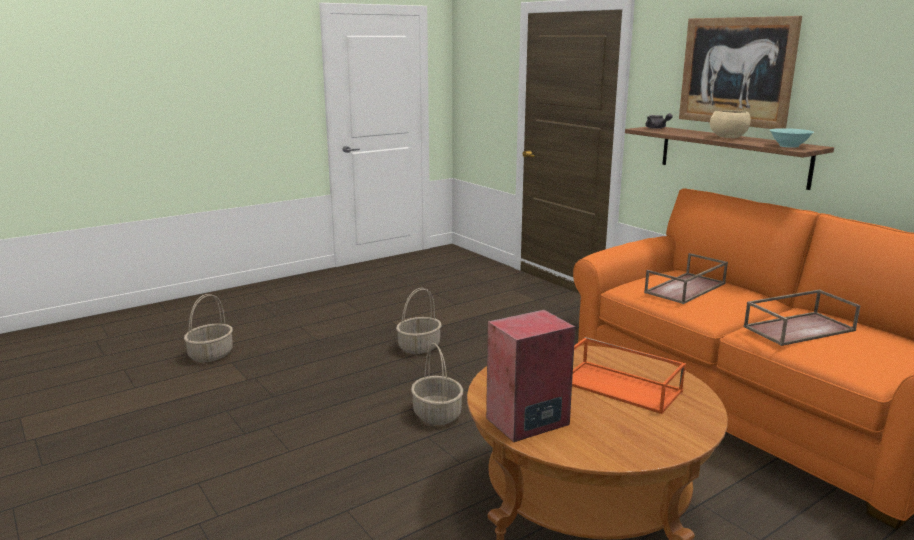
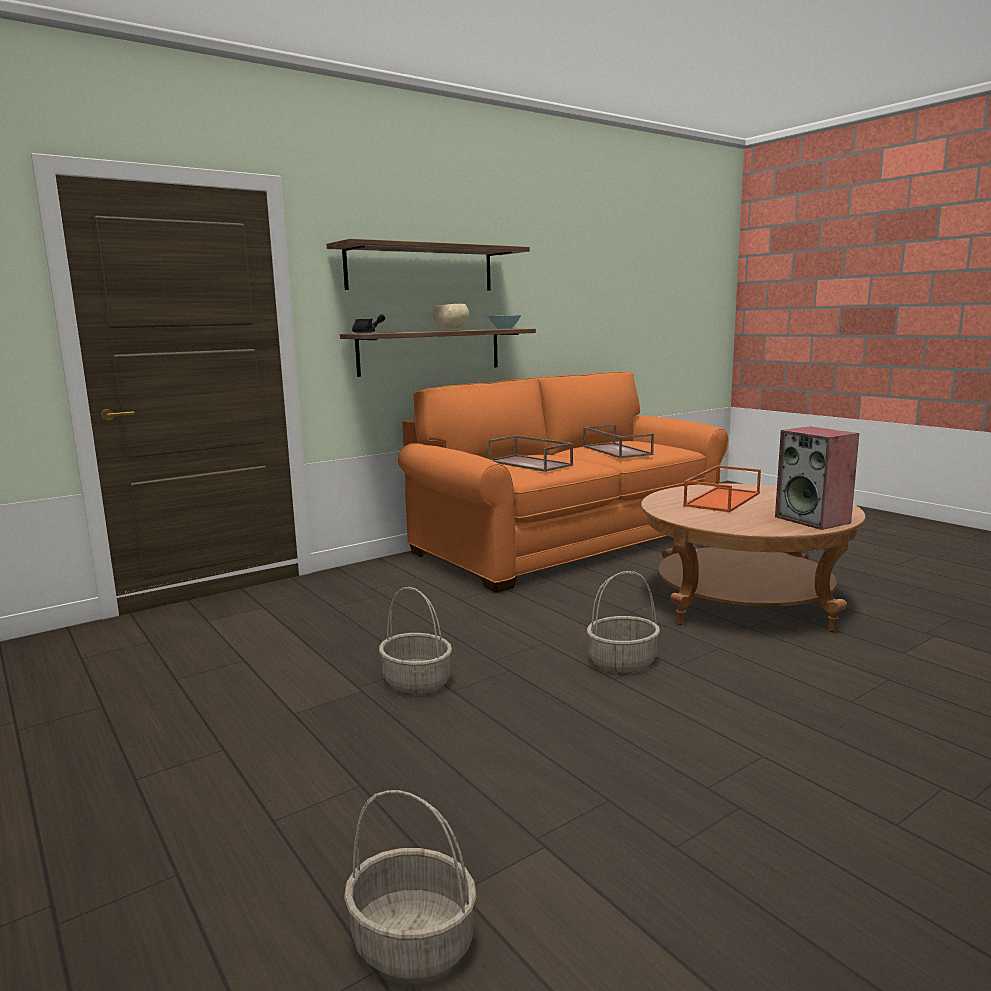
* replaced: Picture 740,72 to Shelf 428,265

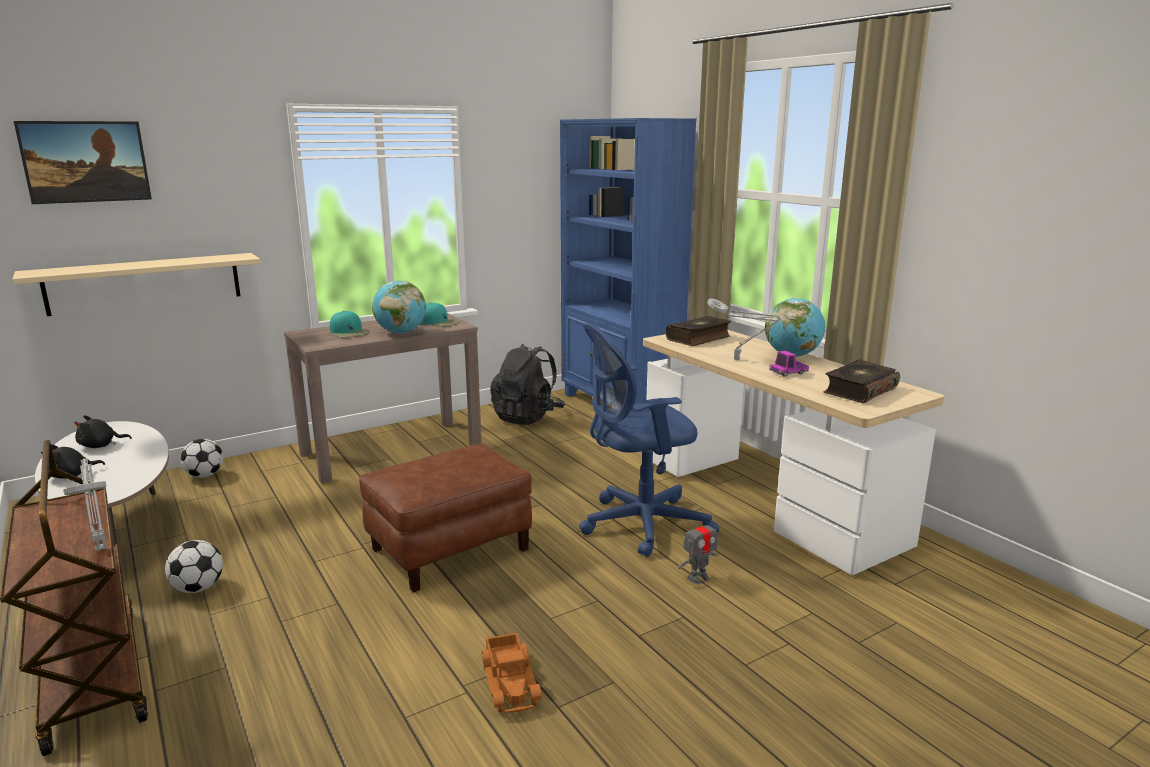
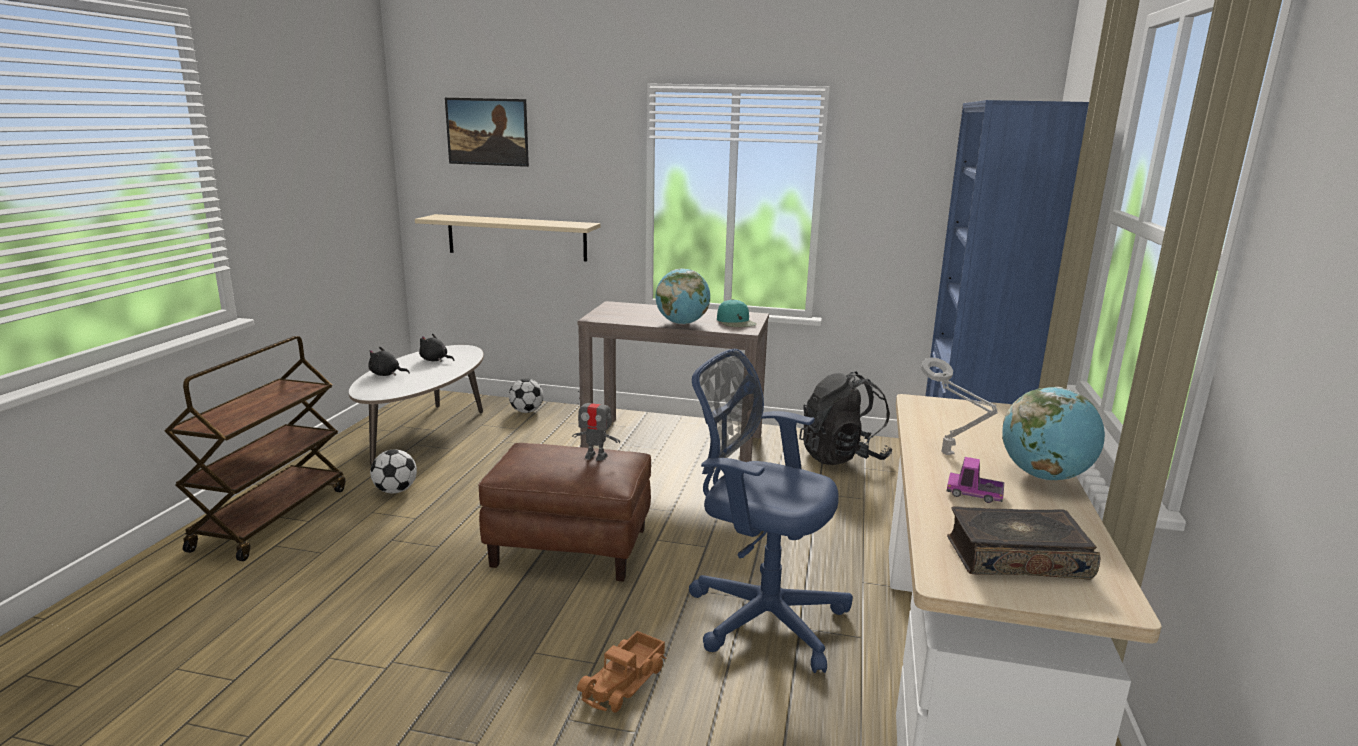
* removed: GreyTableLamp 85,505
* removed: TurquoiseCap 349,324
* moved: ToyTruck 512,673 to 621,672
* removed: Book 698,331
* moved: ToyRobot 698,549 to 596,426

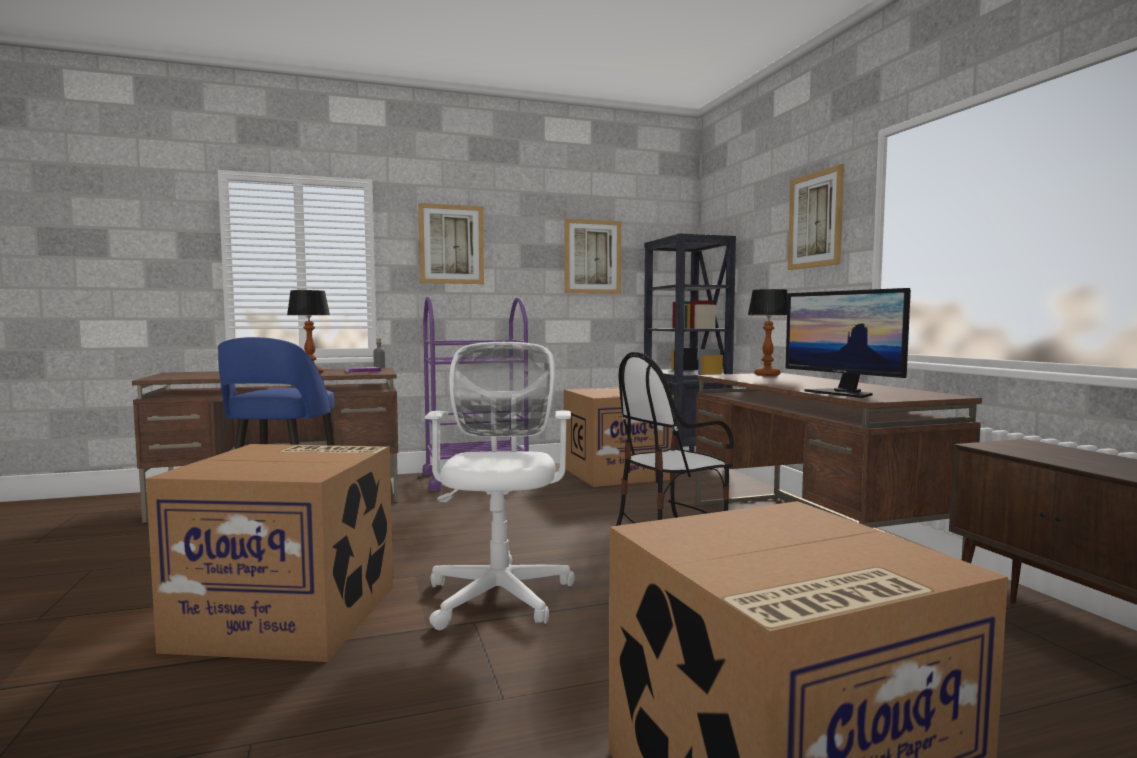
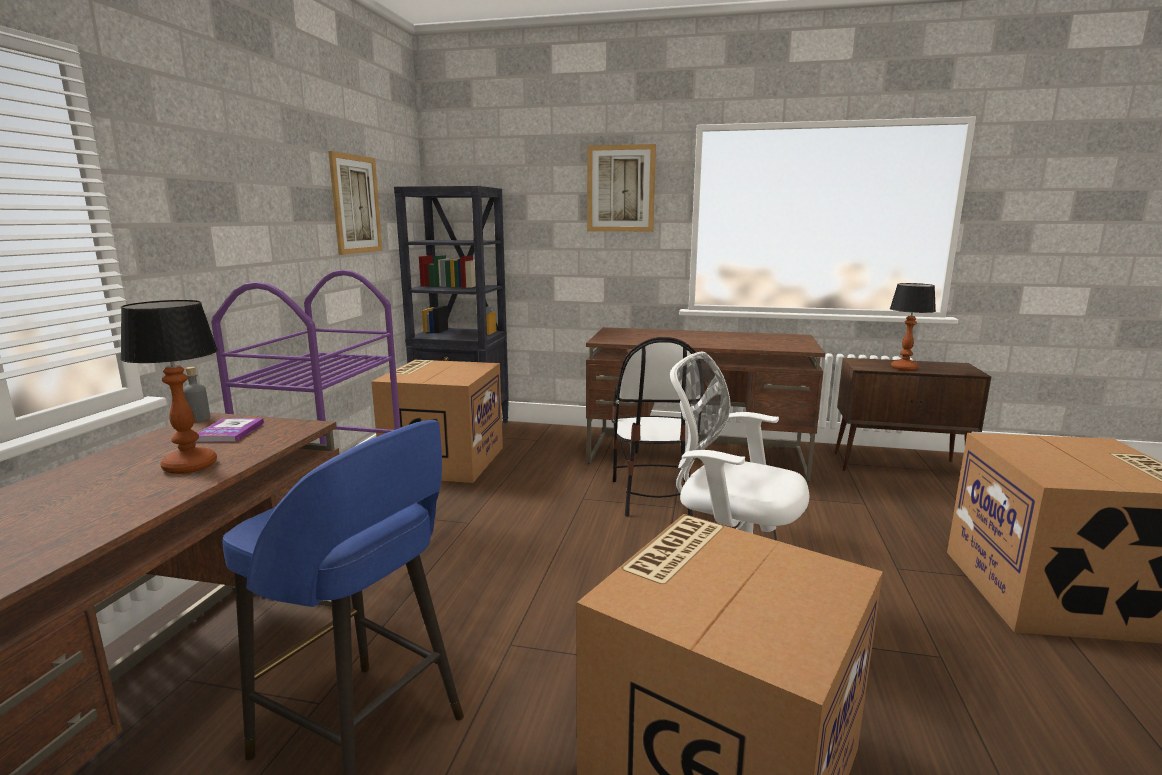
* removed: Picture 451,243
* moved: TableLamp 768,332 to 913,327
* removed: Monitor 848,343

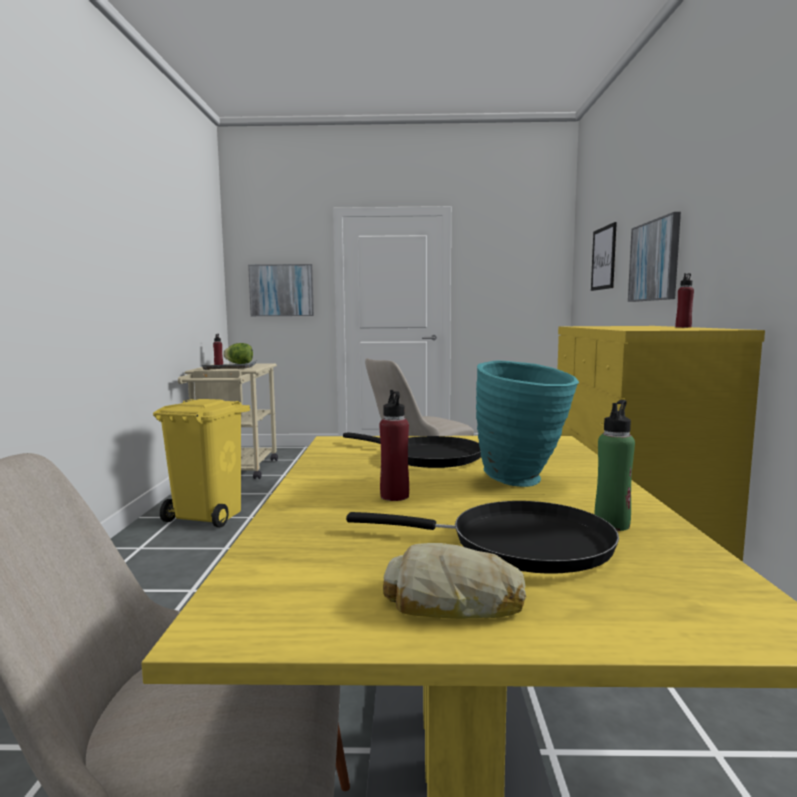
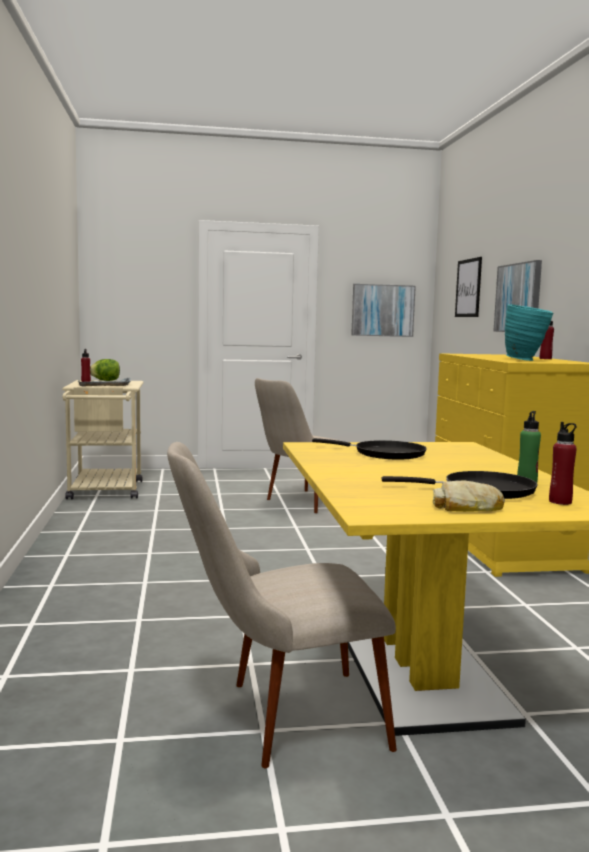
* removed: YellowTrashCan 201,463
* moved: Picture 281,290 to 383,310
* moved: RedBottle 394,445 to 563,463
* moved: TurquoiseVase 527,423 to 529,332

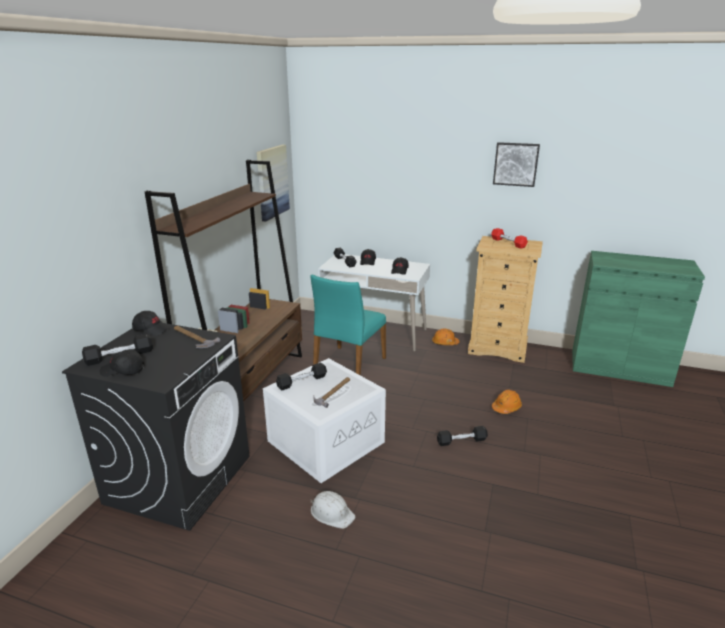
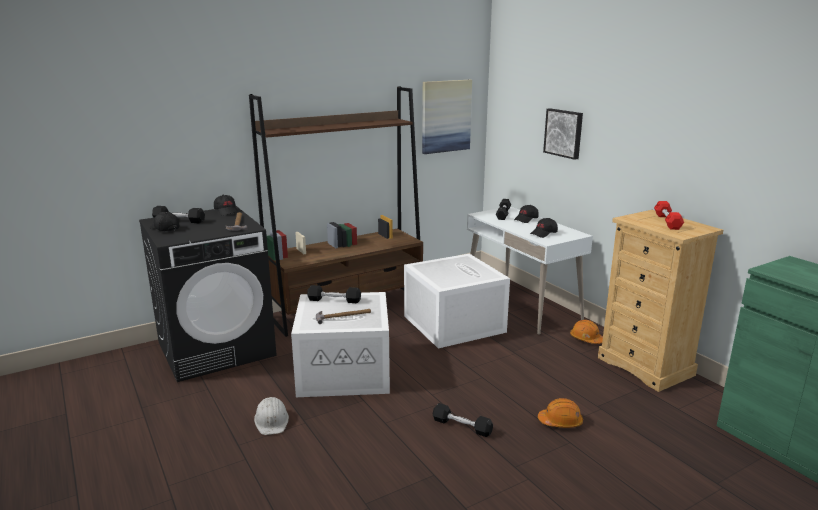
* replaced: TurquoiseChair 348,325 to WhiteStorageBox 457,301
* moved: Picture 516,164 to 563,134

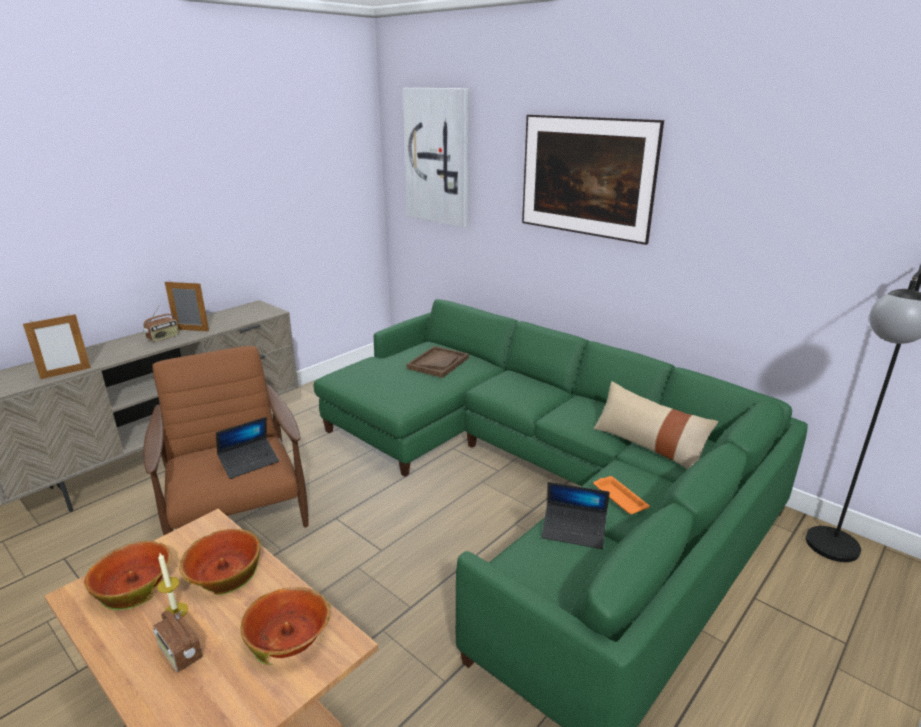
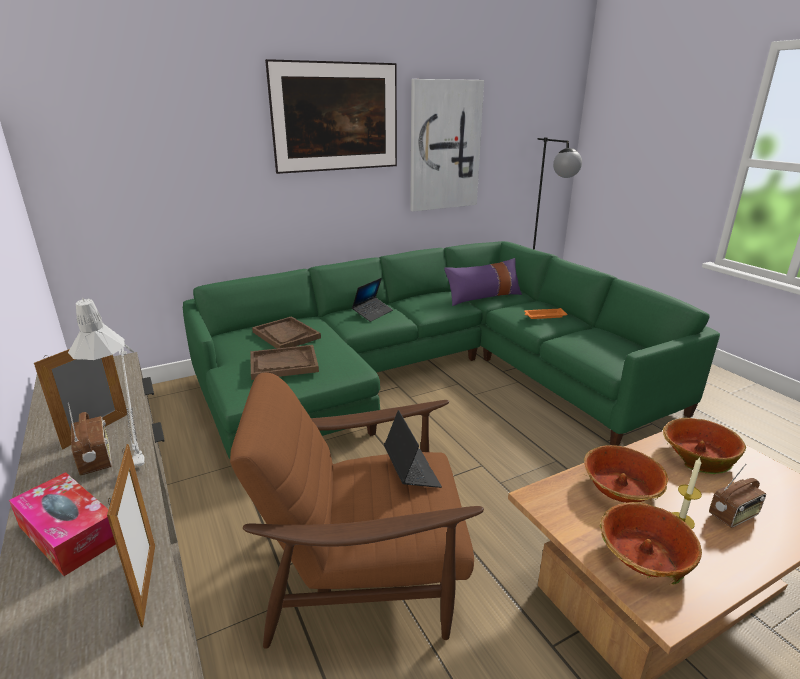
* moved: Picture 436,157 to 447,145
* moved: Laptop 575,515 to 372,300
* recoloured: BeigePillow 656,425 to PurplePillow 483,282
* added: TissueBox 62,524
* added: GreyTableLamp 106,383
* added: BrownTray 285,362

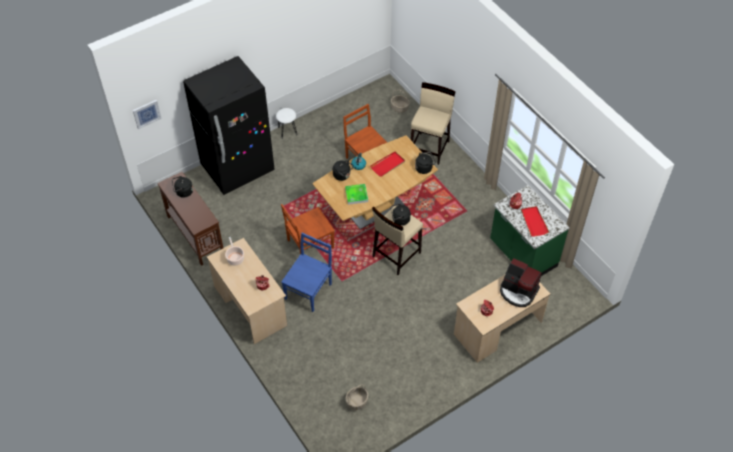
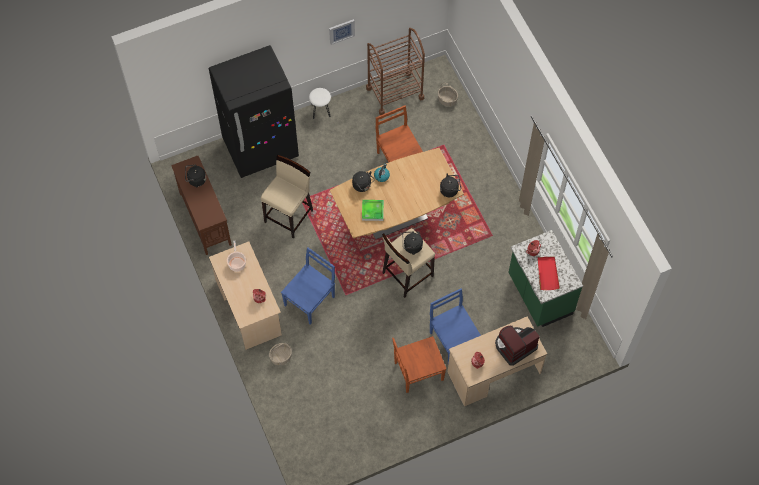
* moved: Picture 147,114 to 342,32
* moved: BrownChair 308,229 to 419,364
* moved: Basket 356,397 to 280,354
* removed: RedTray 387,164
* moved: BeigeStool 433,123 to 287,197
* turned: CoffeeMachine 521,282 = 517,346 105 degrees clockwise
* added: BrownCart 395,71
* added: BlueChair 455,326

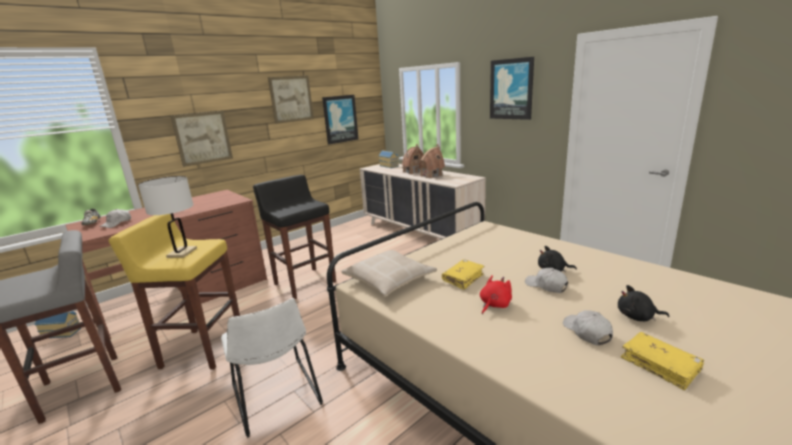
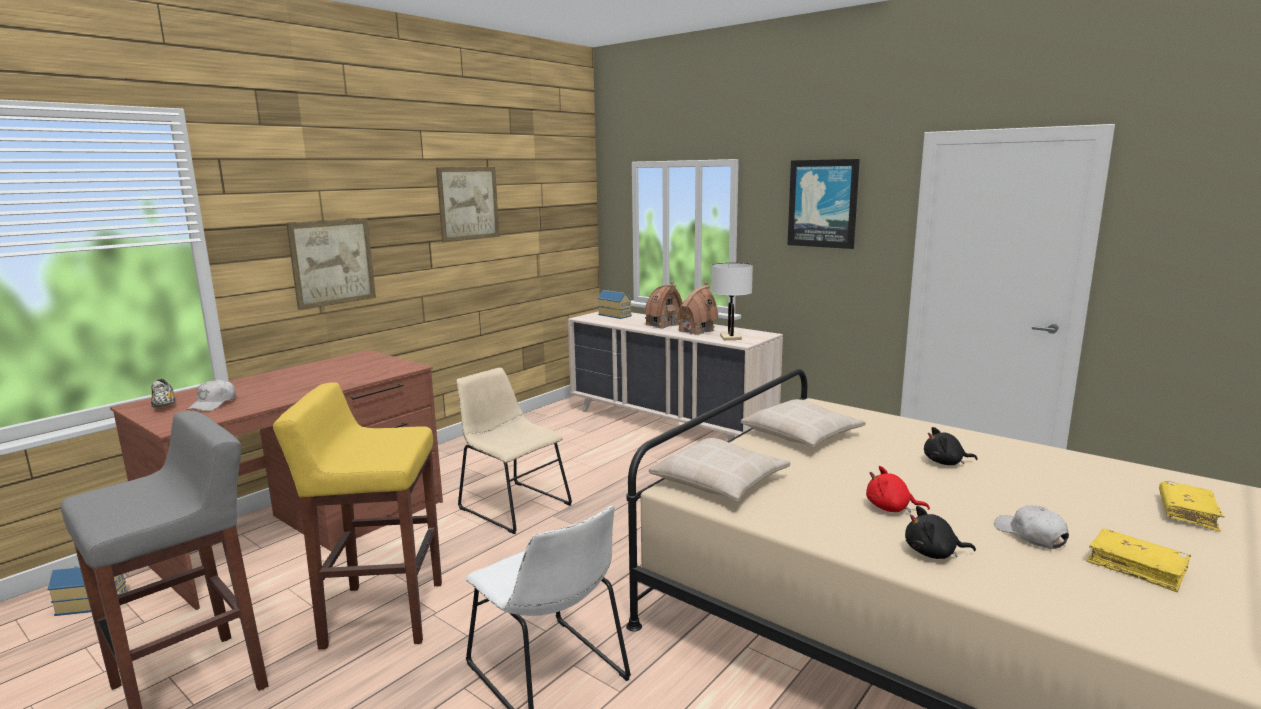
* moved: WhiteTableLamp 167,217 to 732,301
* replaced: BlackStool 294,237 to BeigeChair 514,451
* removed: Picture 340,120
* moved: YellowBook 463,274 to 1191,506
* turned: RedPlushToy 496,294 = 898,489 105 degrees counterclockwise
* removed: WhiteCap 546,280
* moved: BlackPlushToy 643,303 to 940,532
* added: BeigePillow 803,423

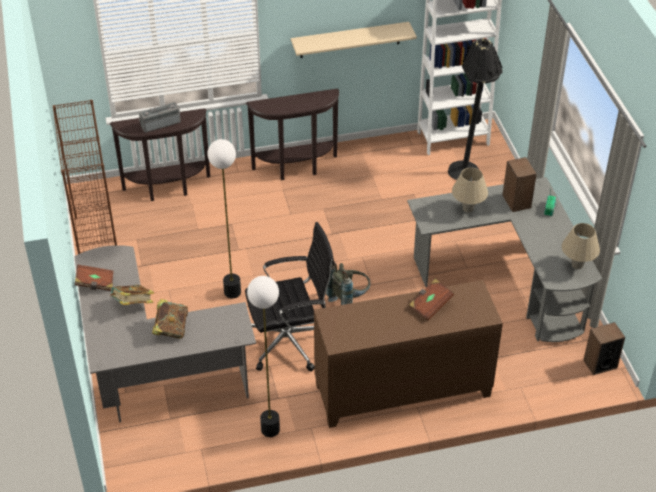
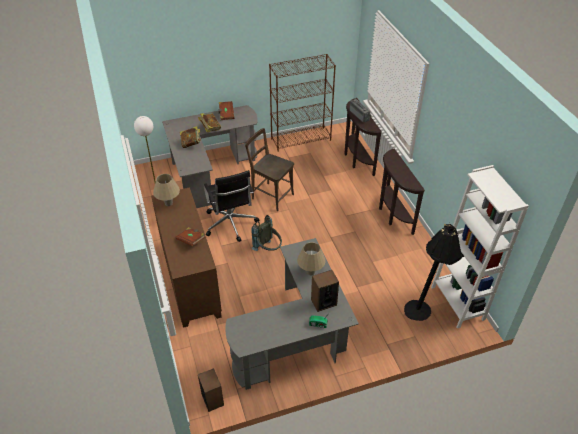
* replaced: FloorLamp 224,218 to BrownChair 269,169
* removed: BeigeShelf 354,40
* moved: BeigeTableLamp 580,246 to 166,190

